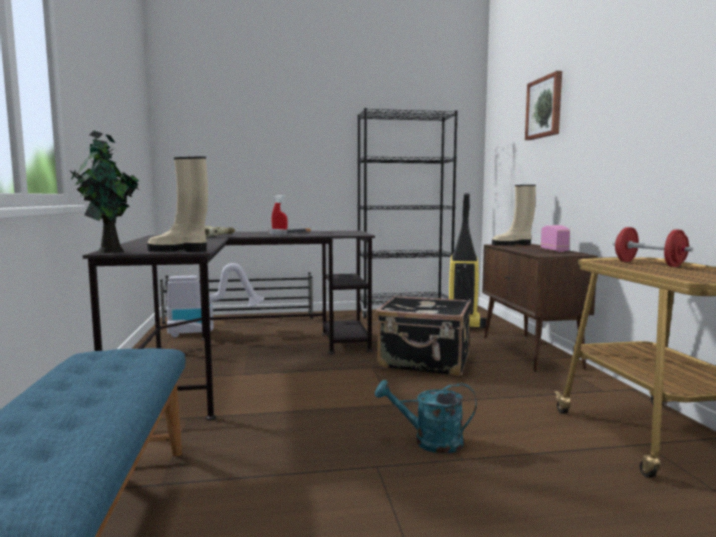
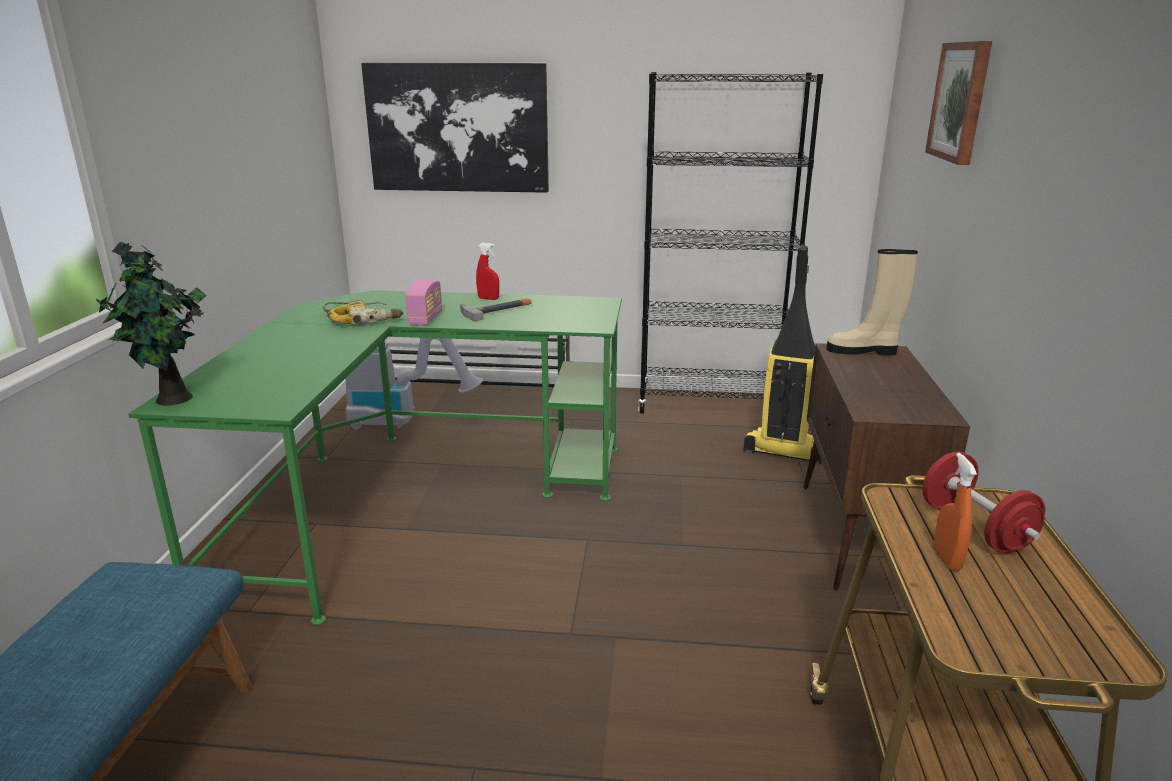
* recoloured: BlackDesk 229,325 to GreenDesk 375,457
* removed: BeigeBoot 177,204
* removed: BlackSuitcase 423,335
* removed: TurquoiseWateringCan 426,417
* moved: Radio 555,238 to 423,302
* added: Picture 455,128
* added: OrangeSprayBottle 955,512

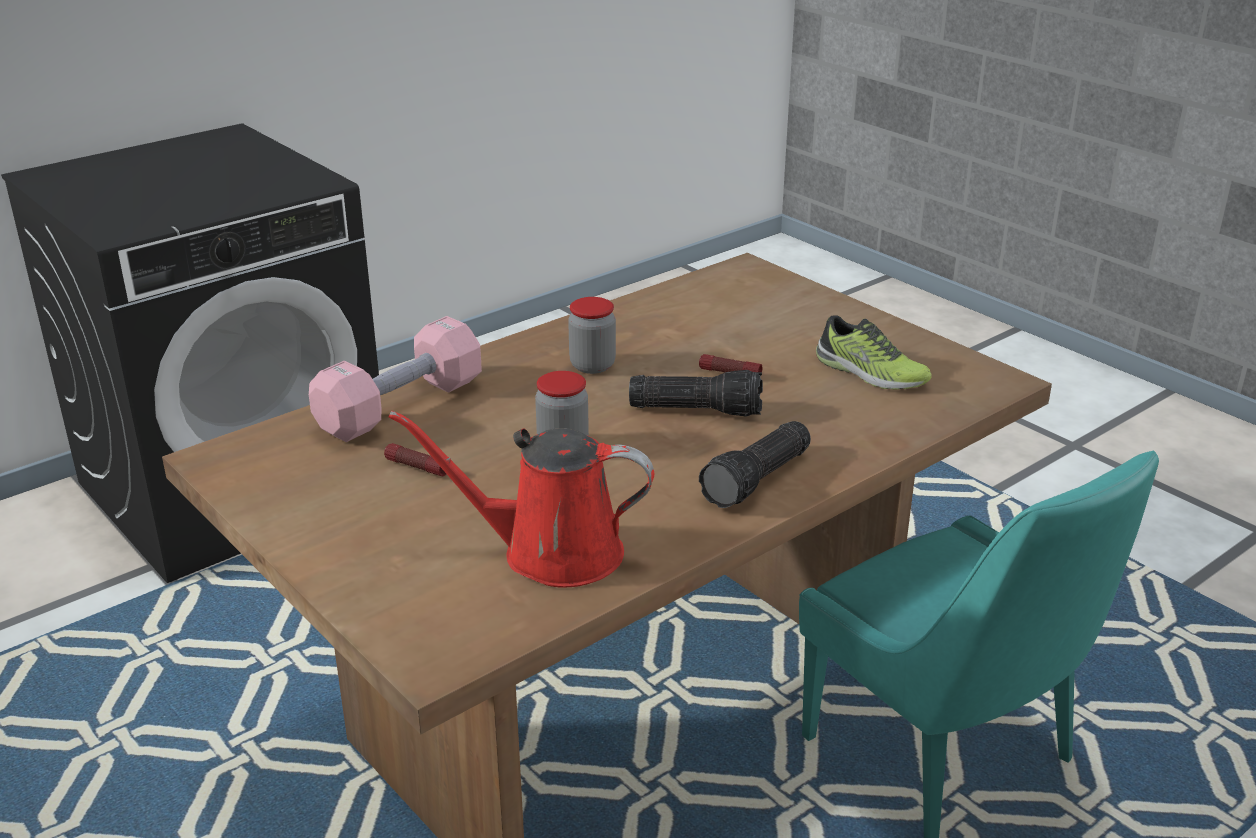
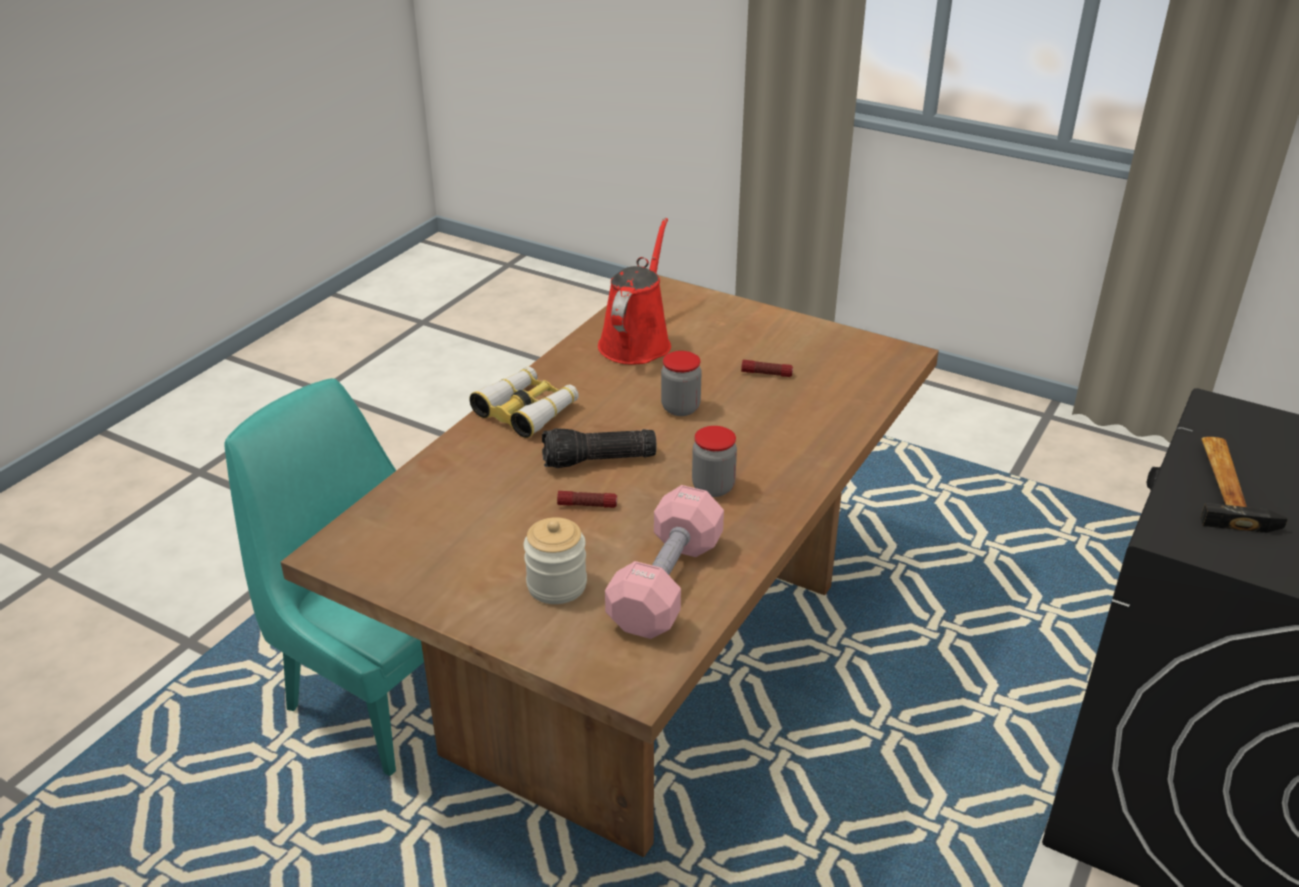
* moved: PinkDumbbell 395,379 to 664,562
* turned: RedWateringCan 521,499 = 634,291 60 degrees counterclockwise
* replaced: Flashlight 755,464 to Binoculars 524,402
* removed: Shoe 873,352
* added: Jar 555,560
* added: Hammer 1244,485

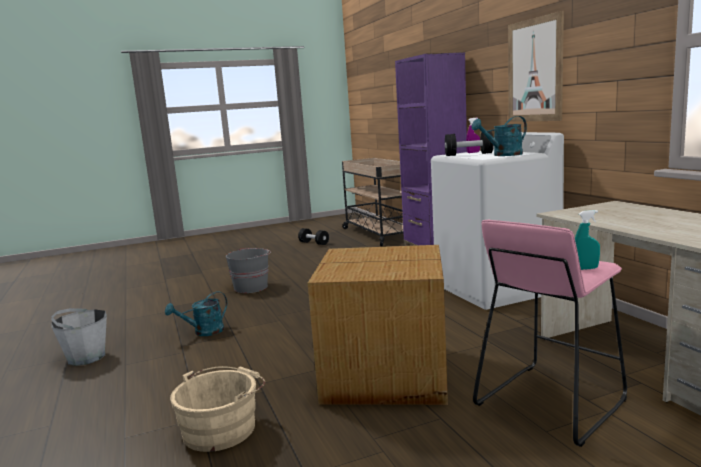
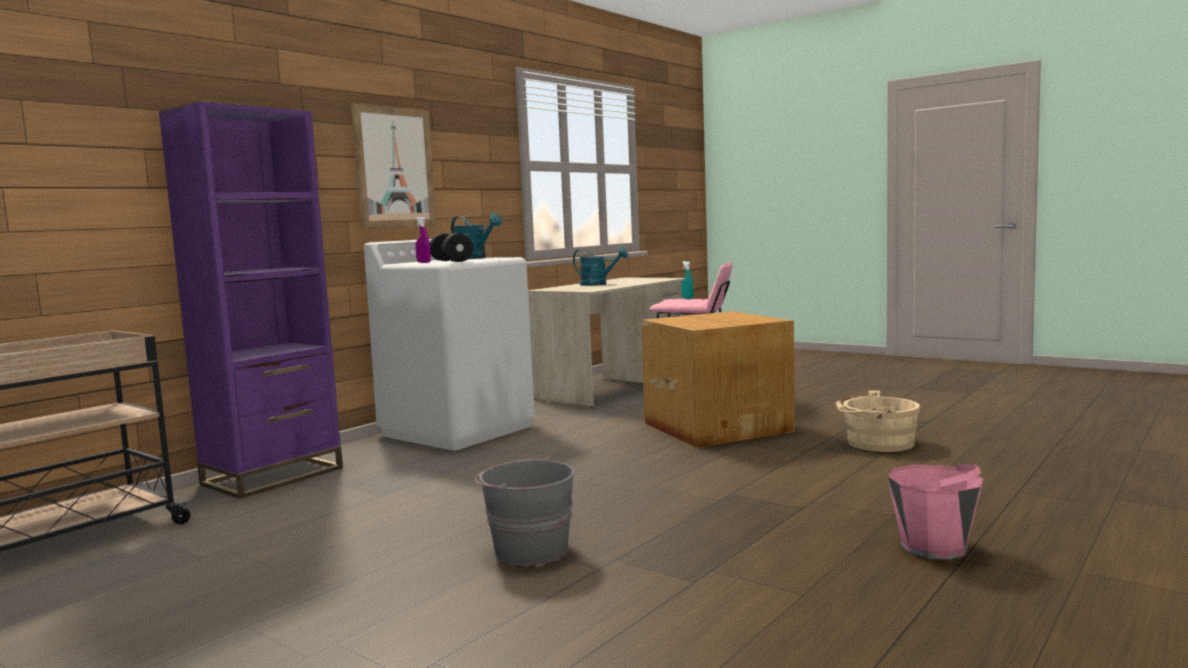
* recoloured: GreyBucket 79,337 to PinkBucket 935,512
* moved: TurquoiseWateringCan 196,313 to 600,266
* removed: BlackDumbbell 313,236

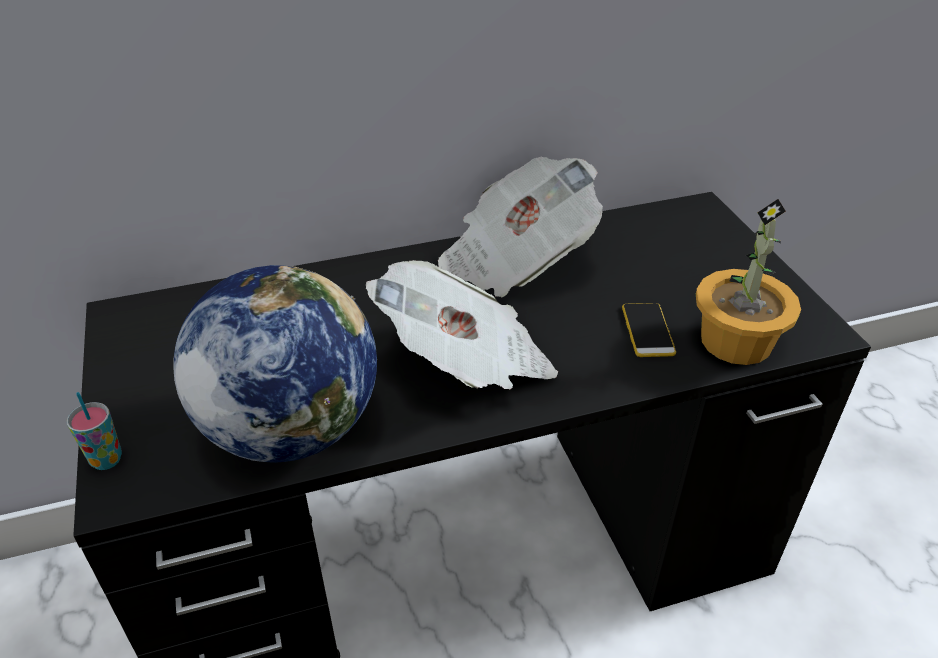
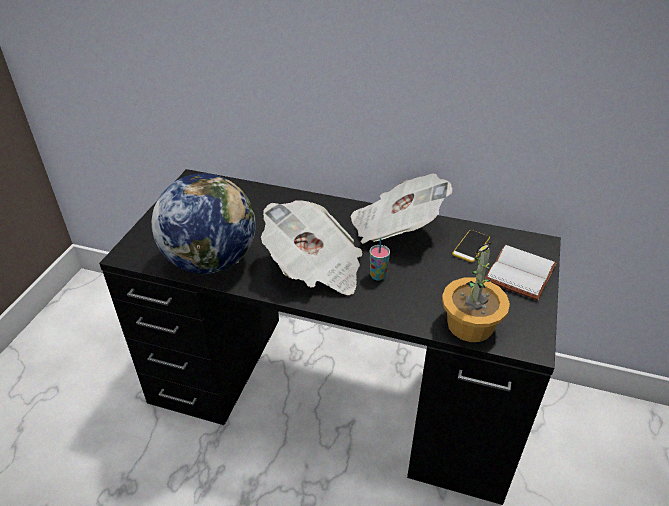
* moved: Cup 94,431 to 379,259
* moved: Phone 649,330 to 471,246
* added: WhiteBook 520,272

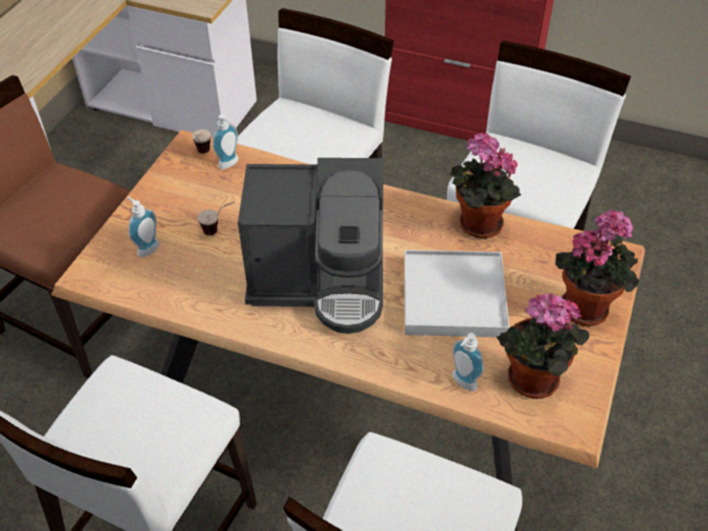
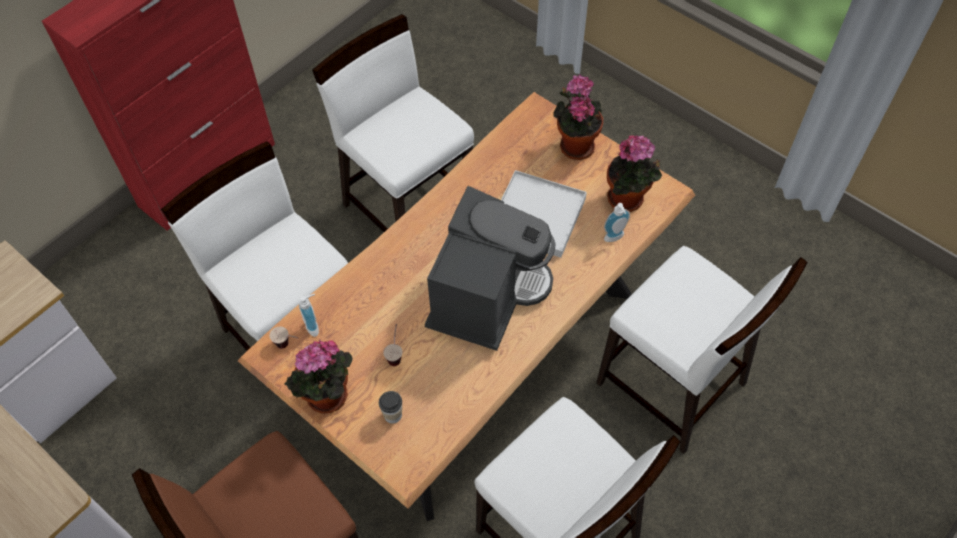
* replaced: SoapDispenser 143,227 to Cup 390,407
* moved: PottedPlant 485,185 to 318,376

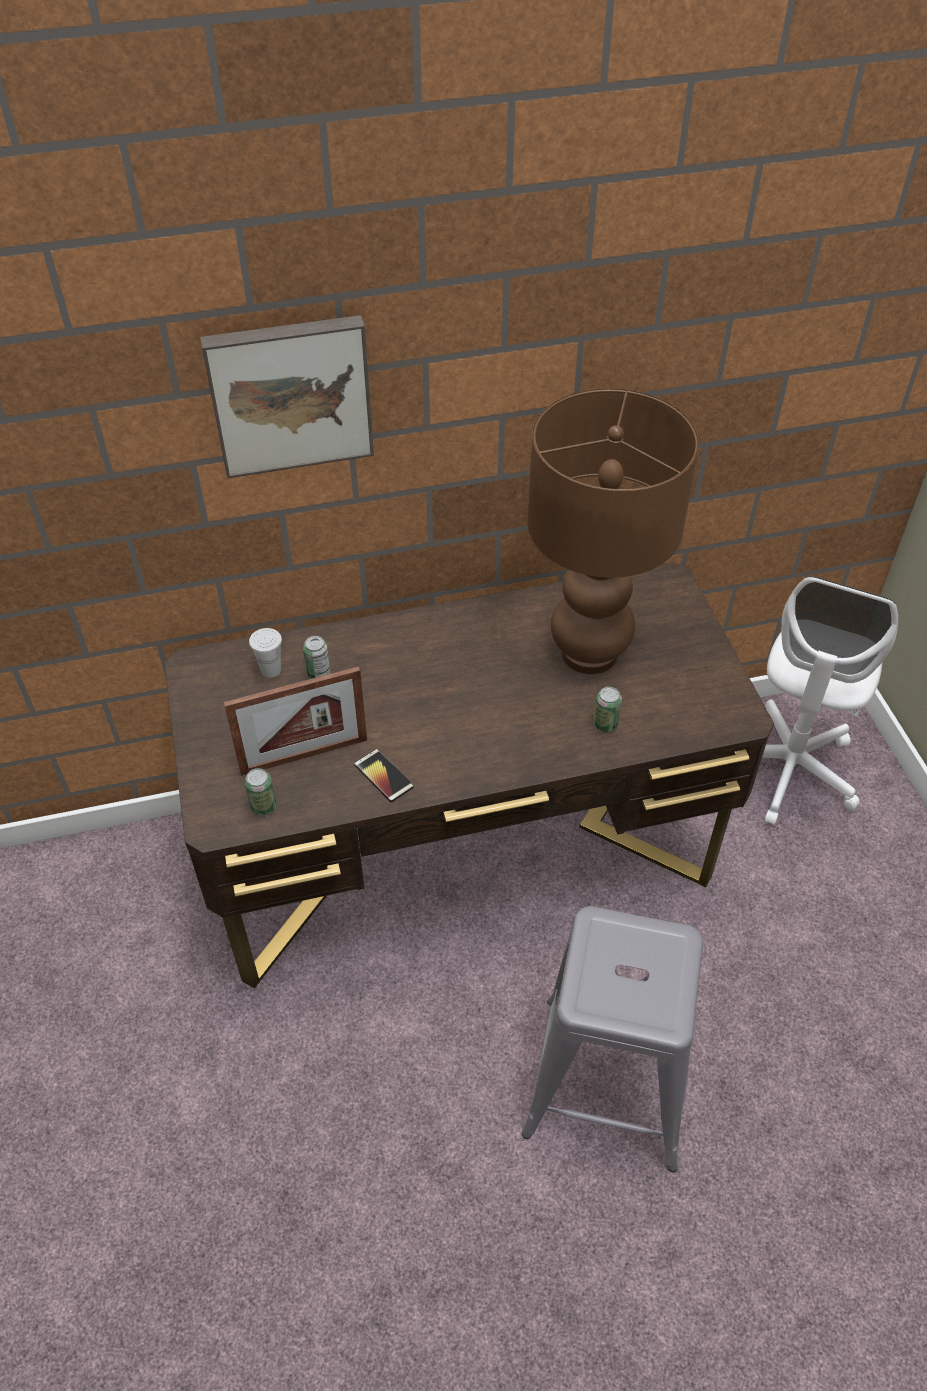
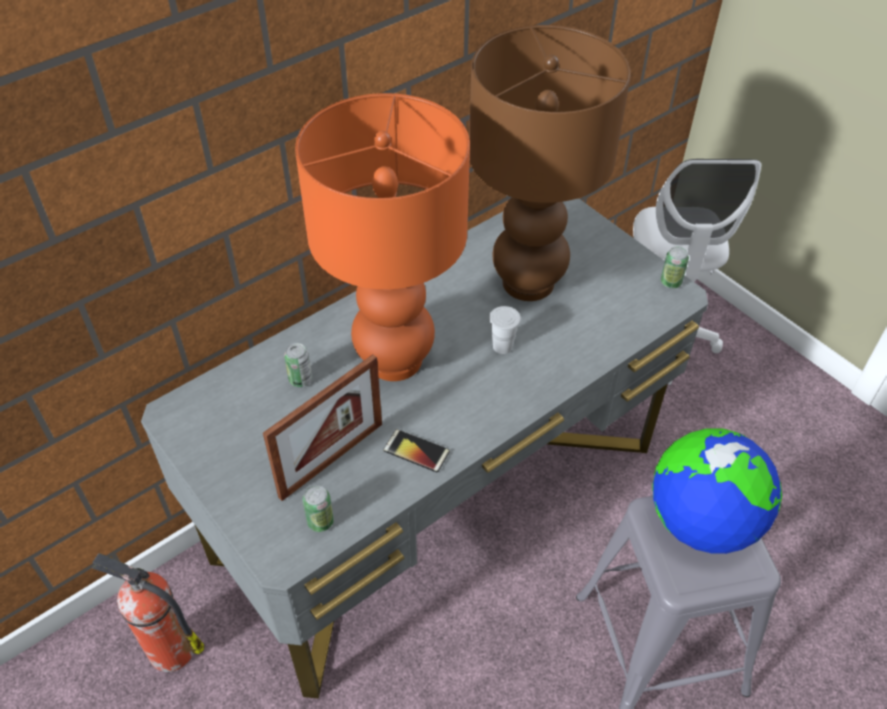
* recoloured: BrownDesk 469,775 to GreyDesk 424,448
* removed: Picture 287,396
* moved: WhiteCup 265,653 to 505,330
* moved: Can 607,709 to 675,267
* added: FireExtinguisher 148,612
* added: OrangeTableLamp 382,237
* added: Globe 717,491

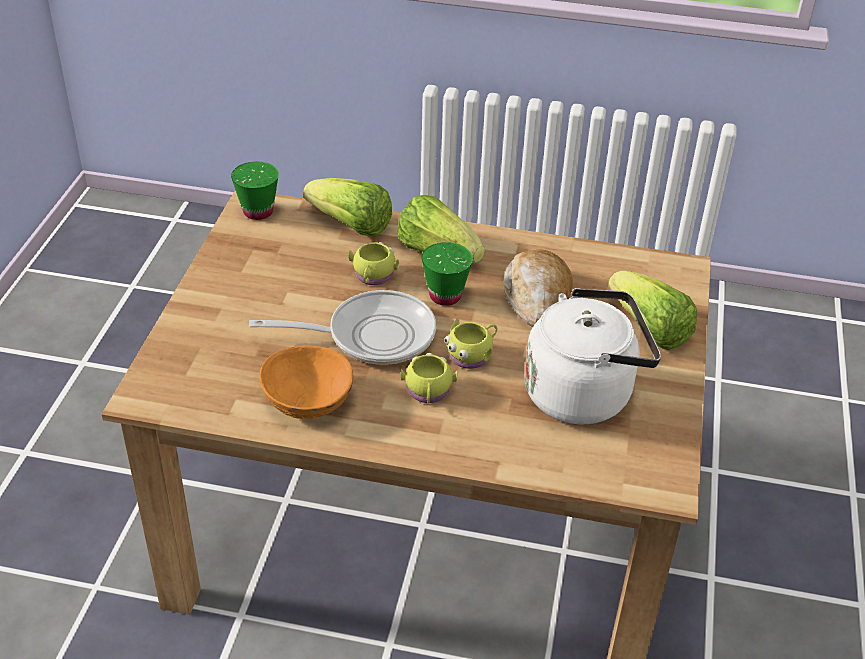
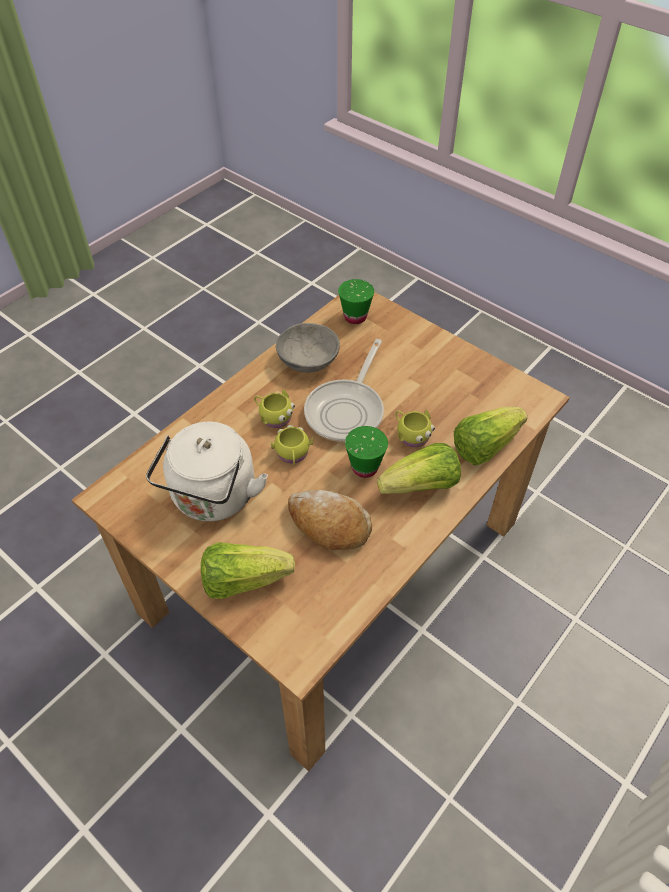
* moved: GreenCup 255,191 to 356,301
* recoloured: OrangeBowl 306,382 to GreyBowl 308,348

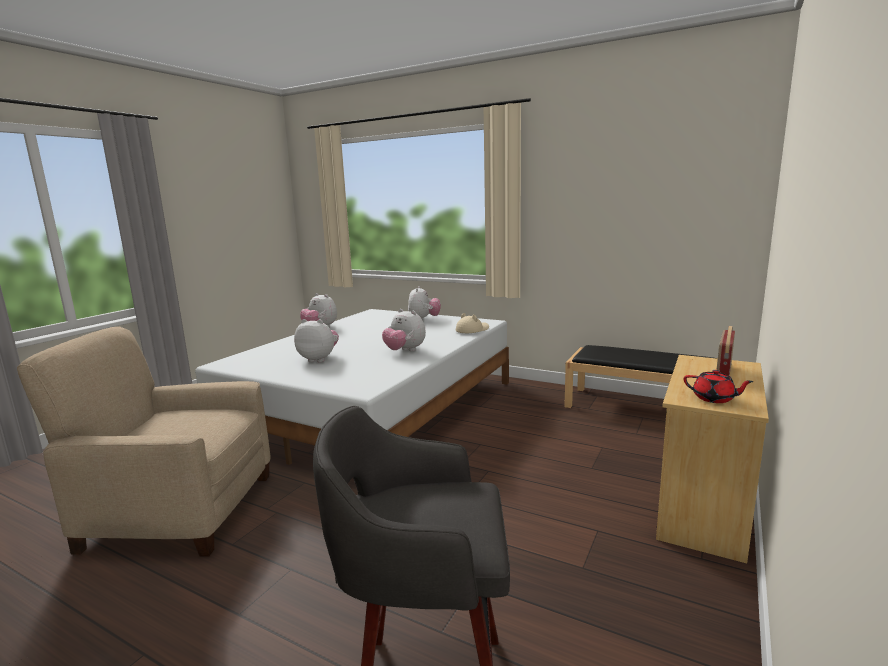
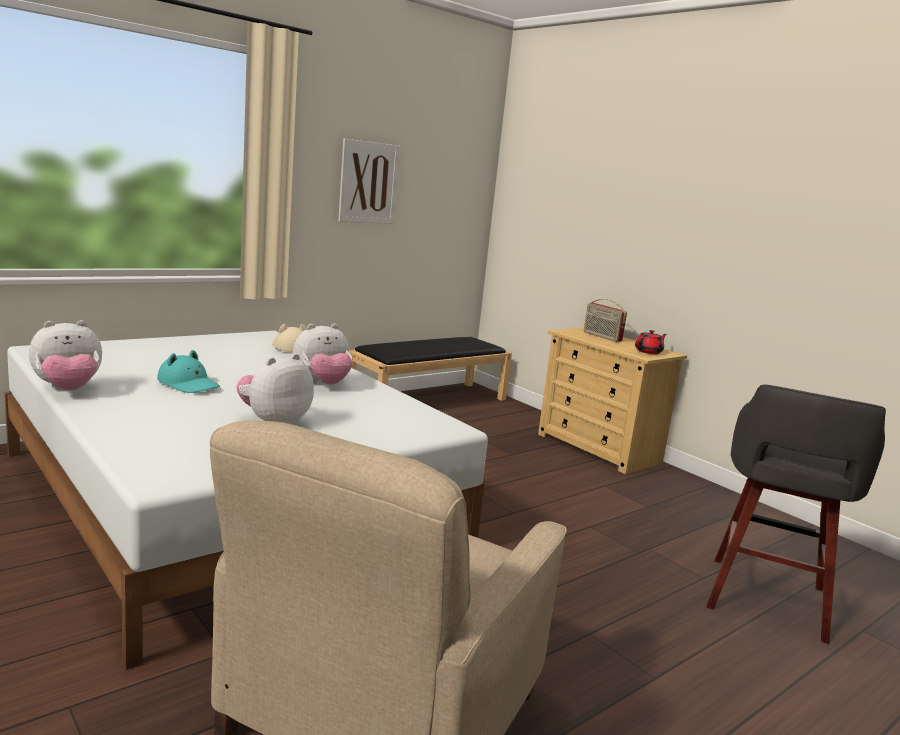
* removed: PlushToy 424,302
* added: TurquoiseHat 188,371
* added: Picture 369,181

